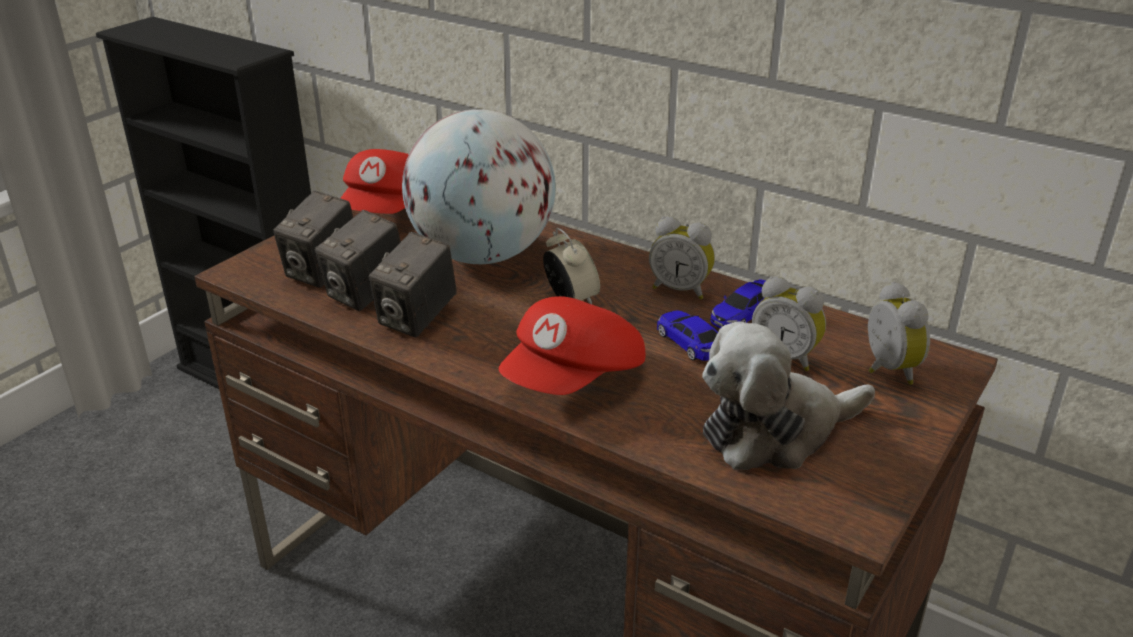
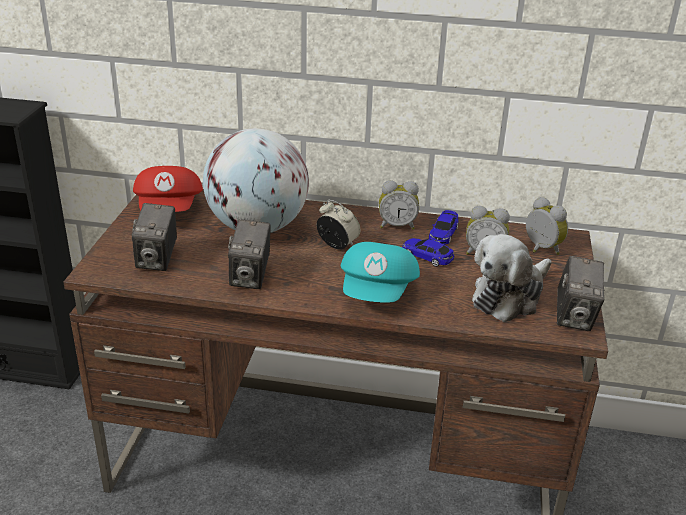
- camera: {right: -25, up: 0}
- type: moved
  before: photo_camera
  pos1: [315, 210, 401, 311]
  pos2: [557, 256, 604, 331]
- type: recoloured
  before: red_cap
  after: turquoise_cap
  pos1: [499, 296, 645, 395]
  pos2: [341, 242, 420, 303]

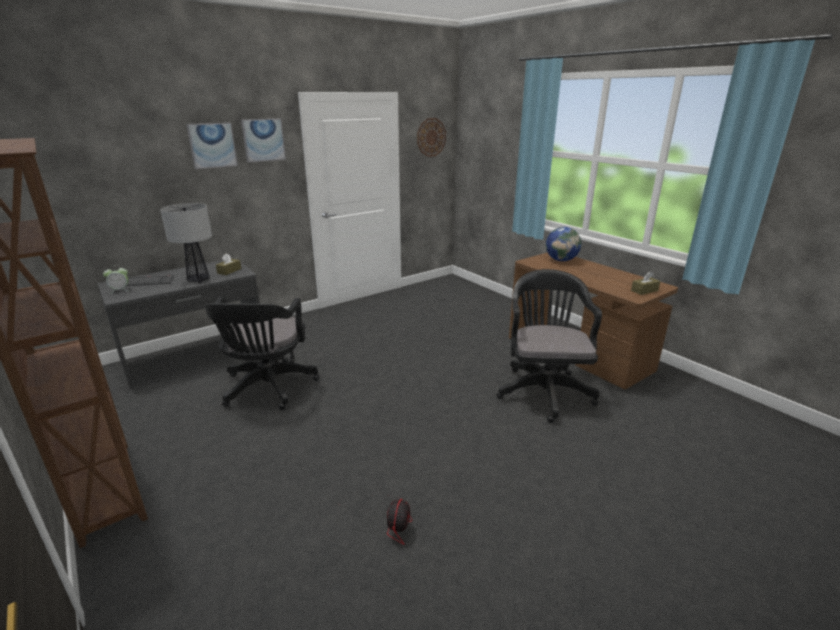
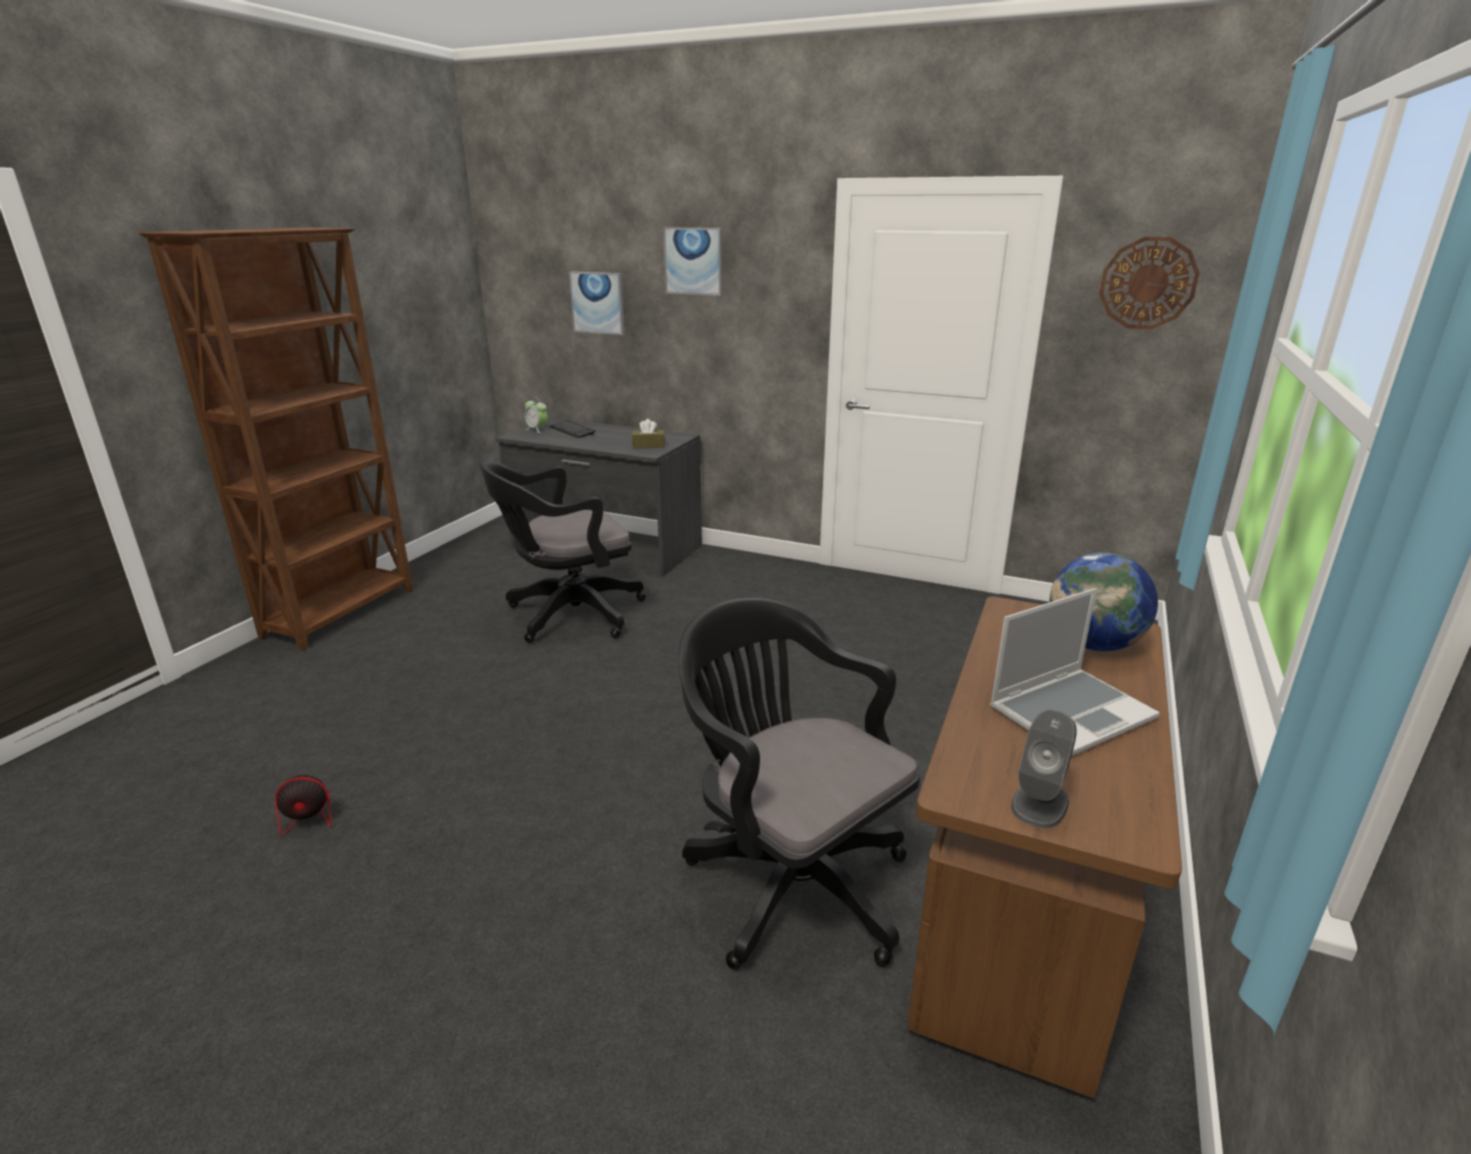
- camera: {right: 60, up: 0}
- type: removed
  before: table_lamp
  pos1: [160, 203, 212, 283]
- type: added
  after: laptop
  pos2: [990, 588, 1160, 756]
- type: moved
  before: picture
  pos1: [241, 119, 286, 162]
  pos2: [569, 271, 625, 335]
- type: replaced
  before: brown_tissue_box
  after: grey_speaker
  pos1: [631, 271, 660, 295]
  pos2: [1011, 710, 1077, 829]
- type: turned
  before: black_office_chair
  pos1: [497, 269, 602, 423]
  pos2: [679, 598, 920, 970]
  turn: -105

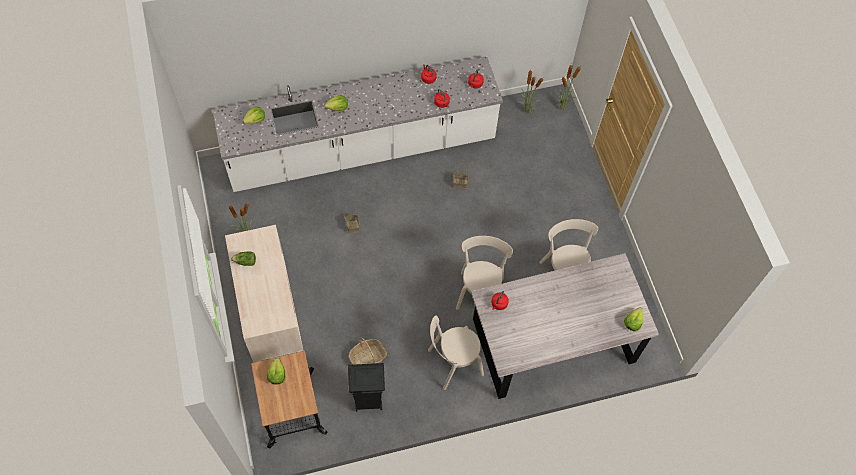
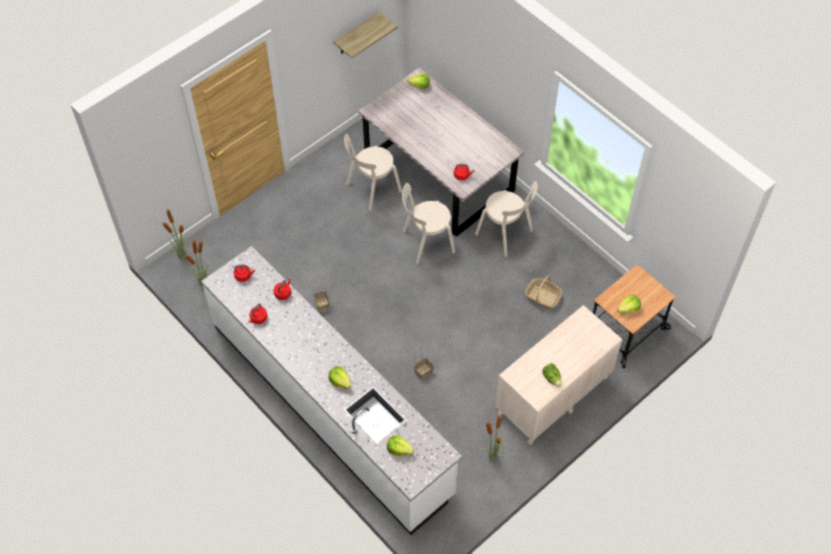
- camera: {right: -115, up: -5}
- type: removed
  before: black_trash_can
  pos1: [348, 363, 385, 412]
- type: added
  after: shelf
  pos2: [333, 12, 398, 58]

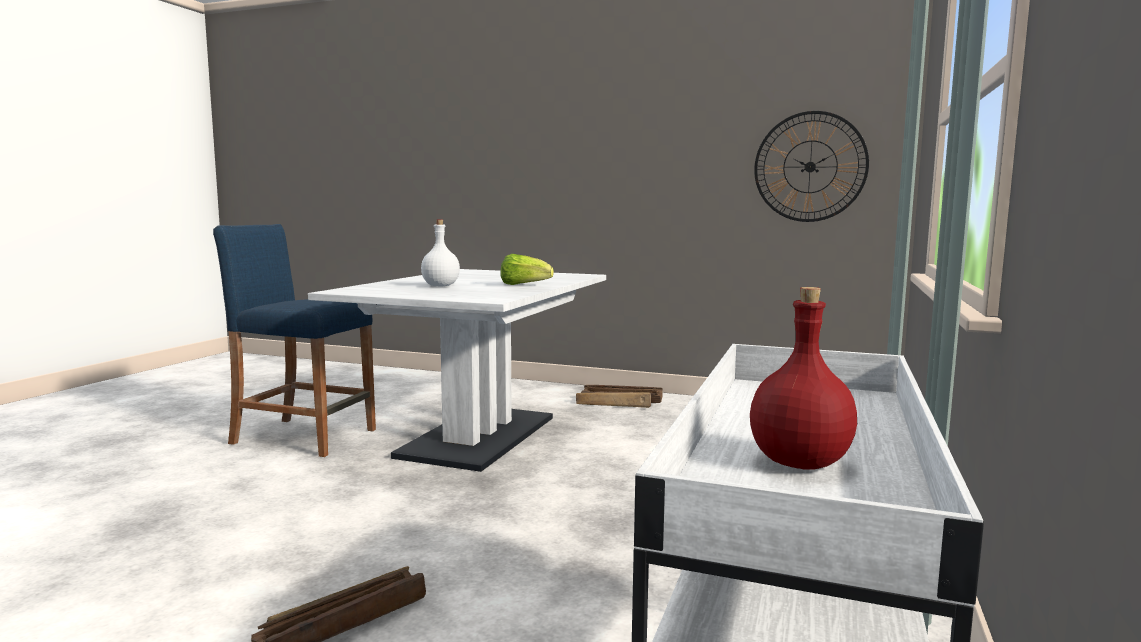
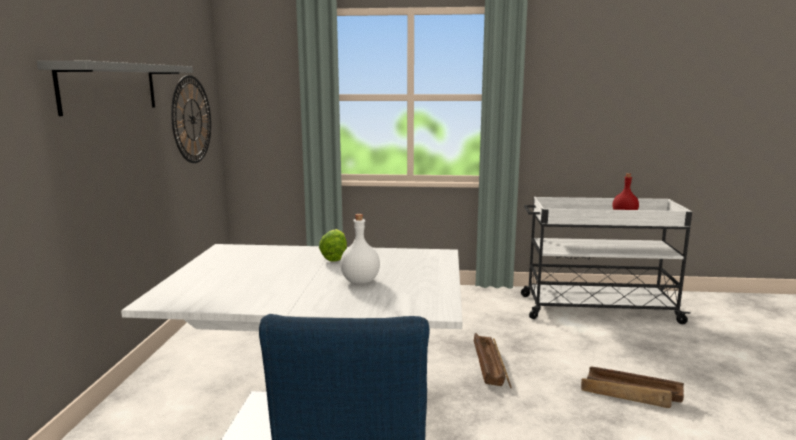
- camera: {right: -105, up: 5}
- type: added
  after: grey_shelf
  pos2: [37, 61, 193, 116]
- type: moved
  before: crate
  pos1: [576, 385, 663, 408]
  pos2: [474, 333, 512, 388]

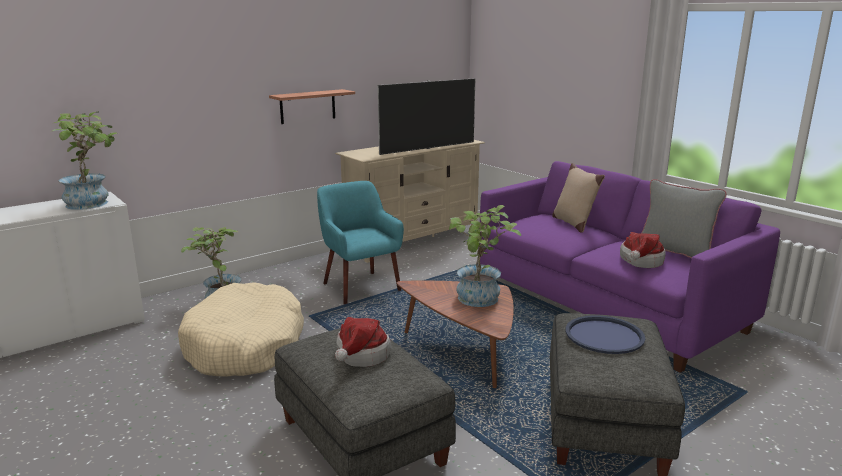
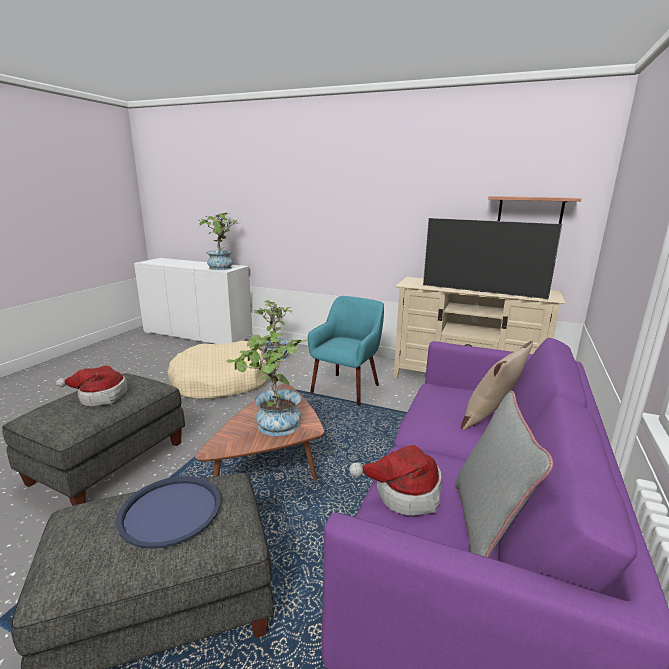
- camera: {right: 60, up: 0}
- type: moved
  before: shelf
  pos1: [269, 89, 355, 124]
  pos2: [488, 196, 581, 224]

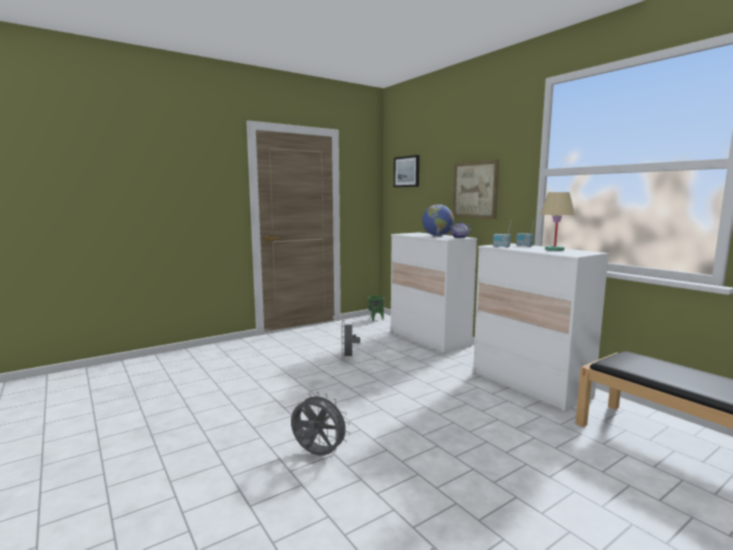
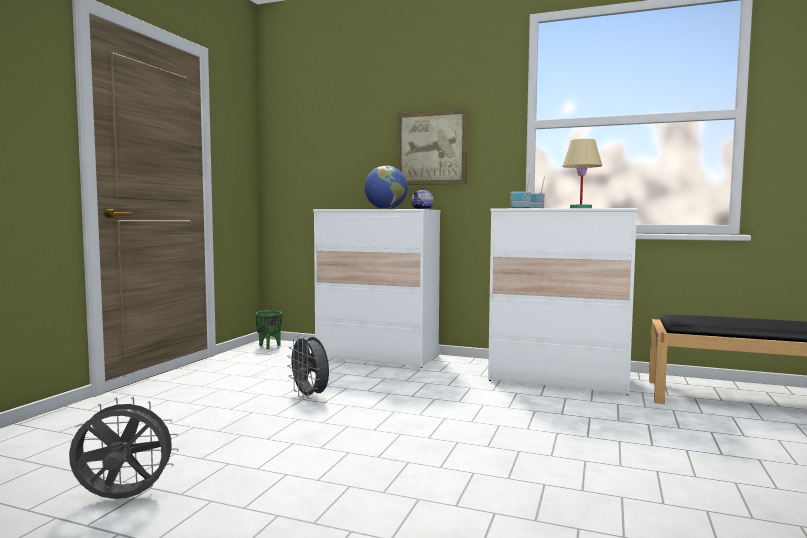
- camera: {right: -35, up: -5}
- type: removed
  before: picture
  pos1: [394, 155, 419, 187]
- type: moved
  before: grey_fan
  pos1: [291, 392, 350, 455]
  pos2: [69, 397, 179, 499]

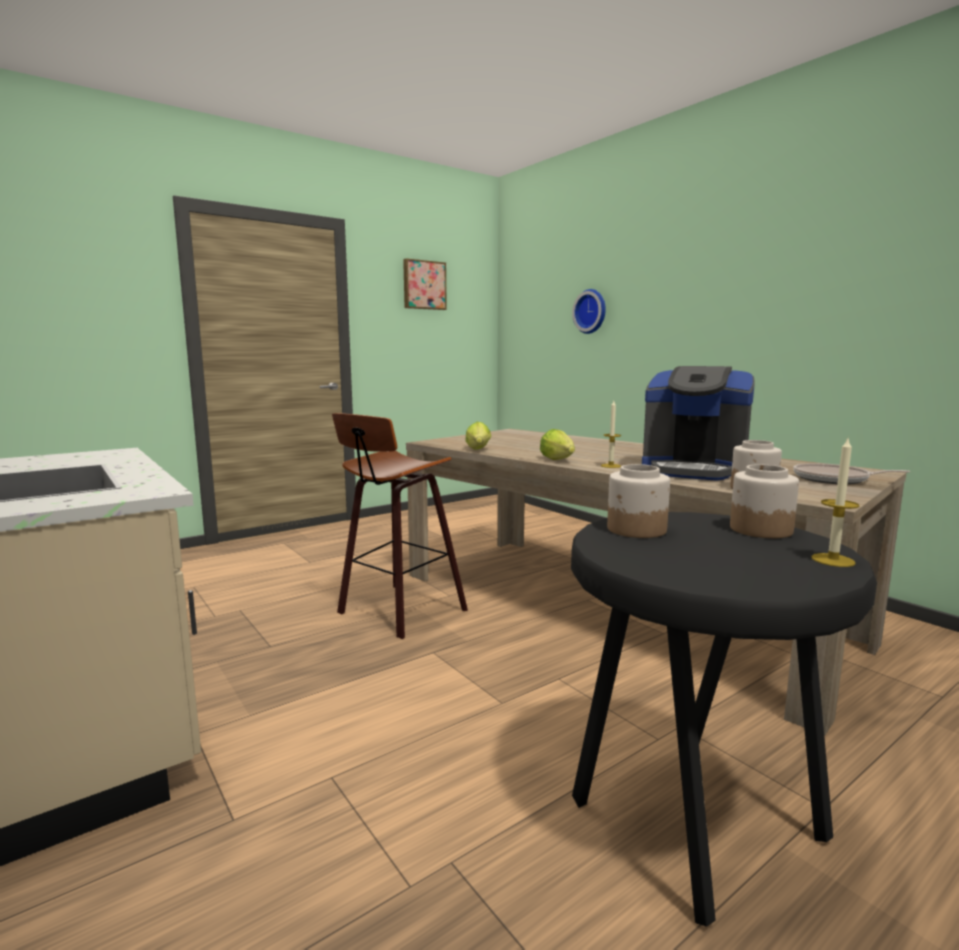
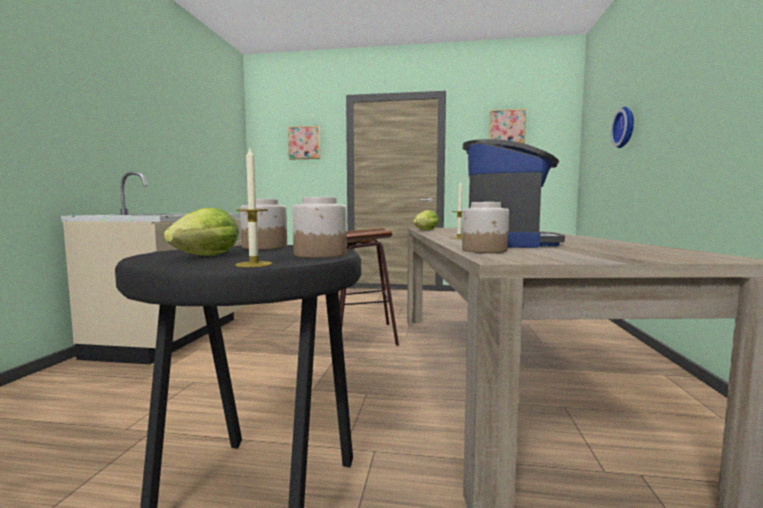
- camera: {right: 45, up: -5}
- type: removed
  before: frying_pan
  pos1: [793, 463, 910, 484]
- type: added
  after: picture
  pos2: [288, 126, 320, 159]
- type: moved
  before: lettuce
  pos1: [540, 429, 575, 460]
  pos2: [164, 208, 239, 256]
- type: turned
  before: coffee_machine
  pos1: [642, 366, 755, 481]
  pos2: [462, 139, 565, 248]
  turn: -150

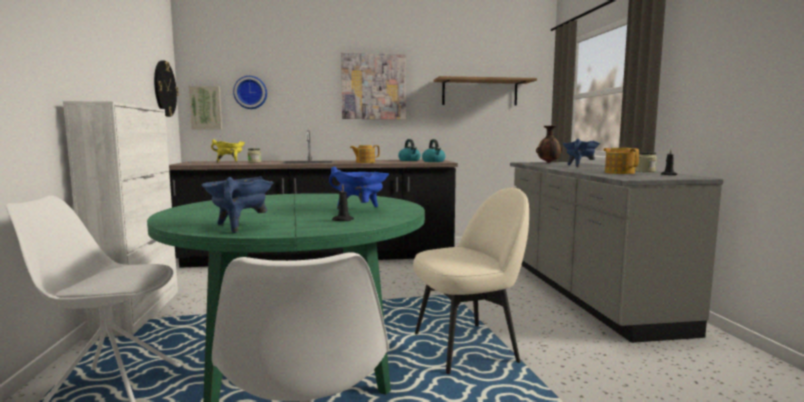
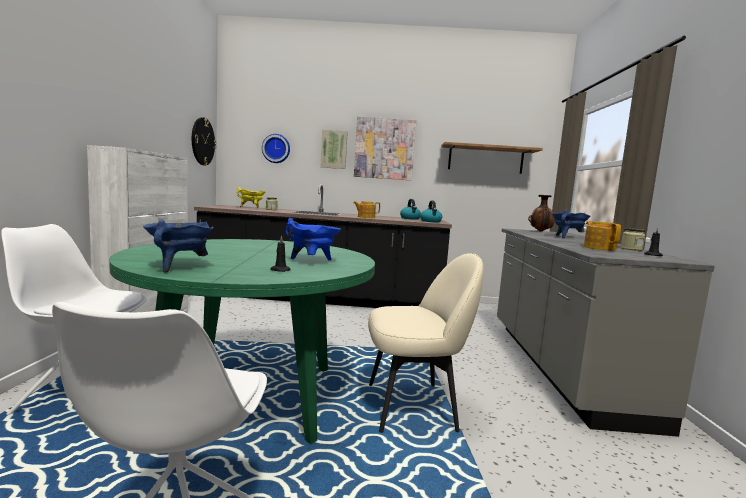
- camera: {right: 10, up: 0}
- type: moved
  before: picture
  pos1: [189, 86, 222, 129]
  pos2: [321, 129, 348, 169]

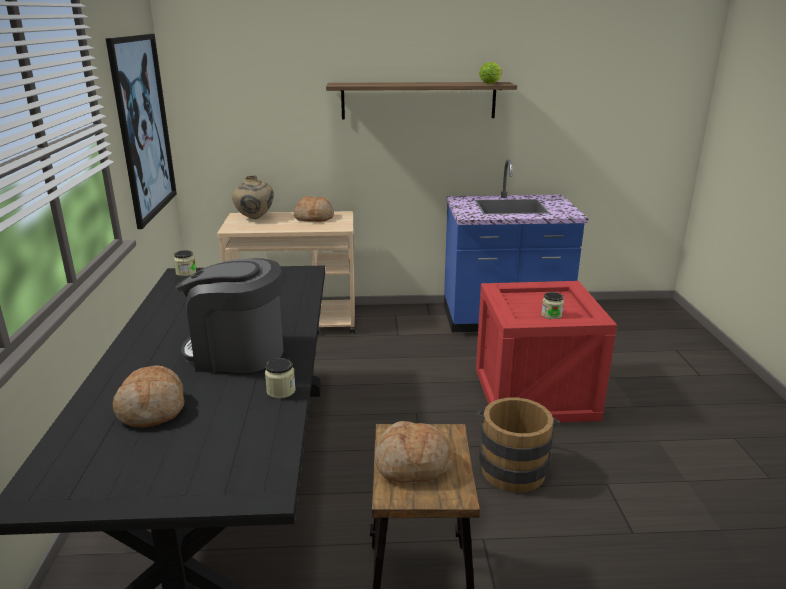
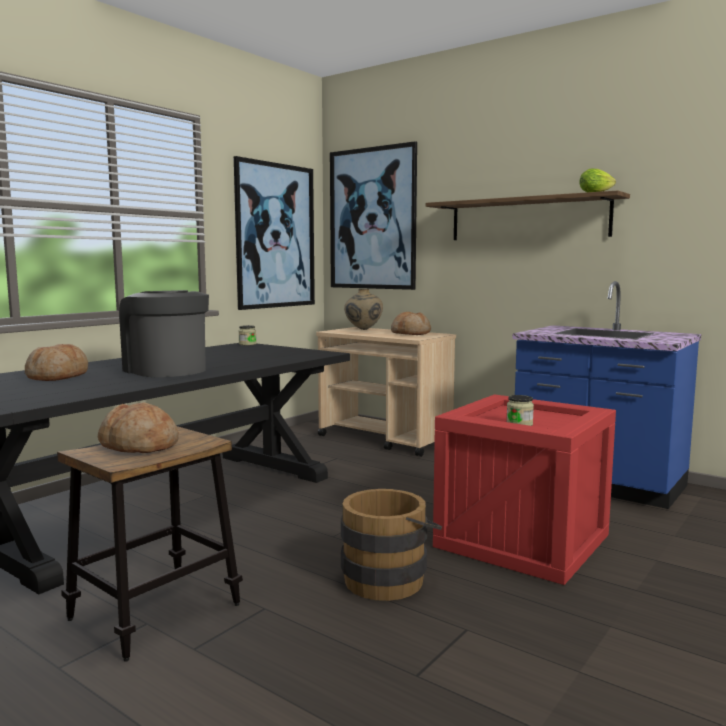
- camera: {right: 40, up: -15}
- type: removed
  before: jar
  pos1: [265, 358, 296, 398]
- type: added
  after: picture
  pos2: [330, 141, 417, 290]

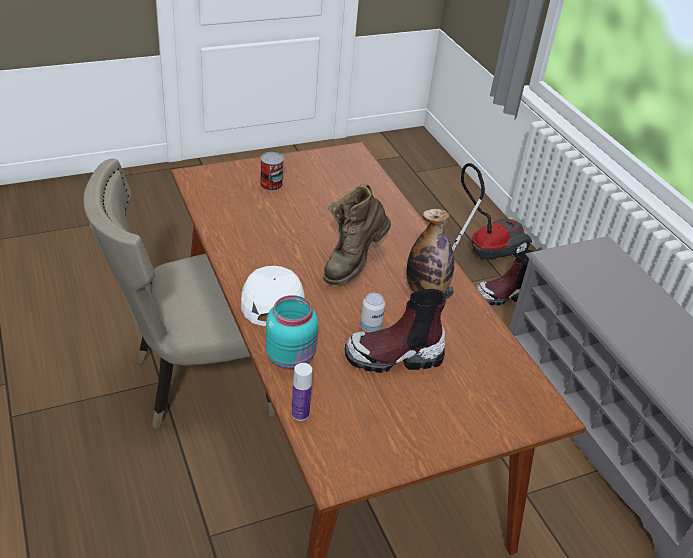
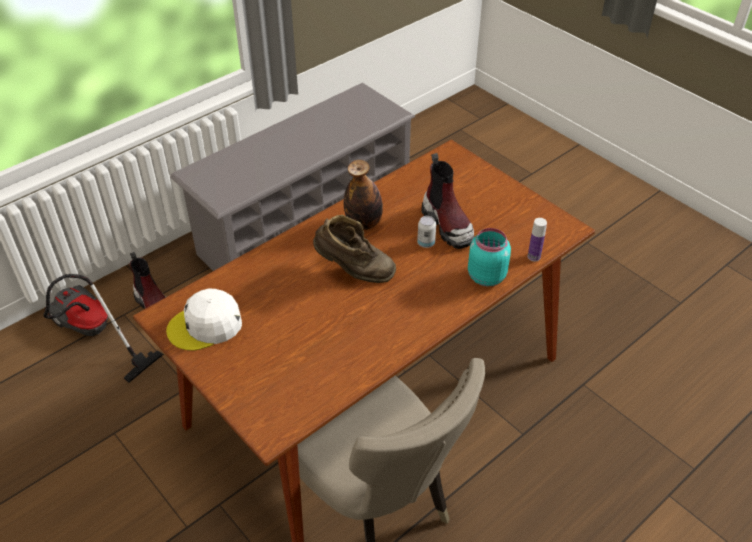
- camera: {right: -105, up: 5}
- type: removed
  before: can
  pos1: [260, 152, 284, 191]
- type: moved
  before: white_cap
  pos1: [241, 266, 305, 326]
  pos2: [166, 288, 242, 351]

